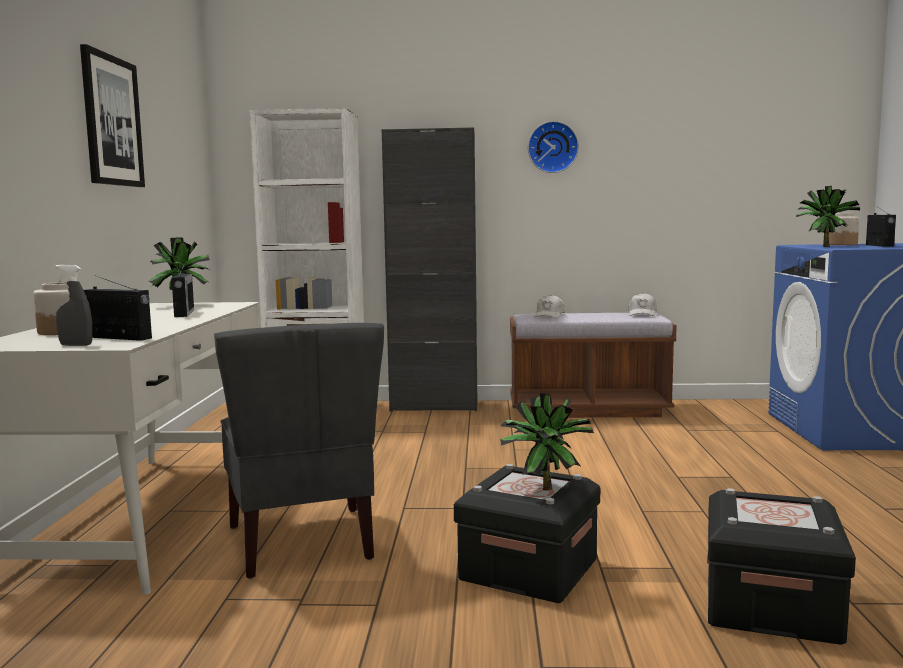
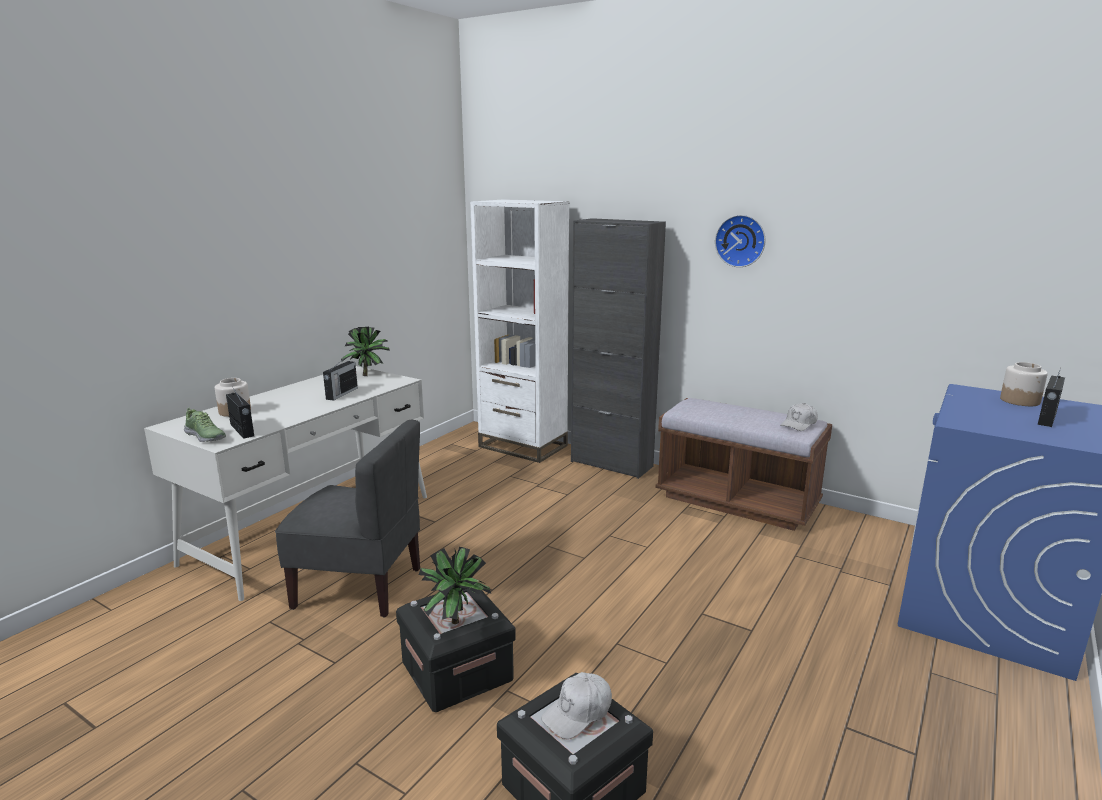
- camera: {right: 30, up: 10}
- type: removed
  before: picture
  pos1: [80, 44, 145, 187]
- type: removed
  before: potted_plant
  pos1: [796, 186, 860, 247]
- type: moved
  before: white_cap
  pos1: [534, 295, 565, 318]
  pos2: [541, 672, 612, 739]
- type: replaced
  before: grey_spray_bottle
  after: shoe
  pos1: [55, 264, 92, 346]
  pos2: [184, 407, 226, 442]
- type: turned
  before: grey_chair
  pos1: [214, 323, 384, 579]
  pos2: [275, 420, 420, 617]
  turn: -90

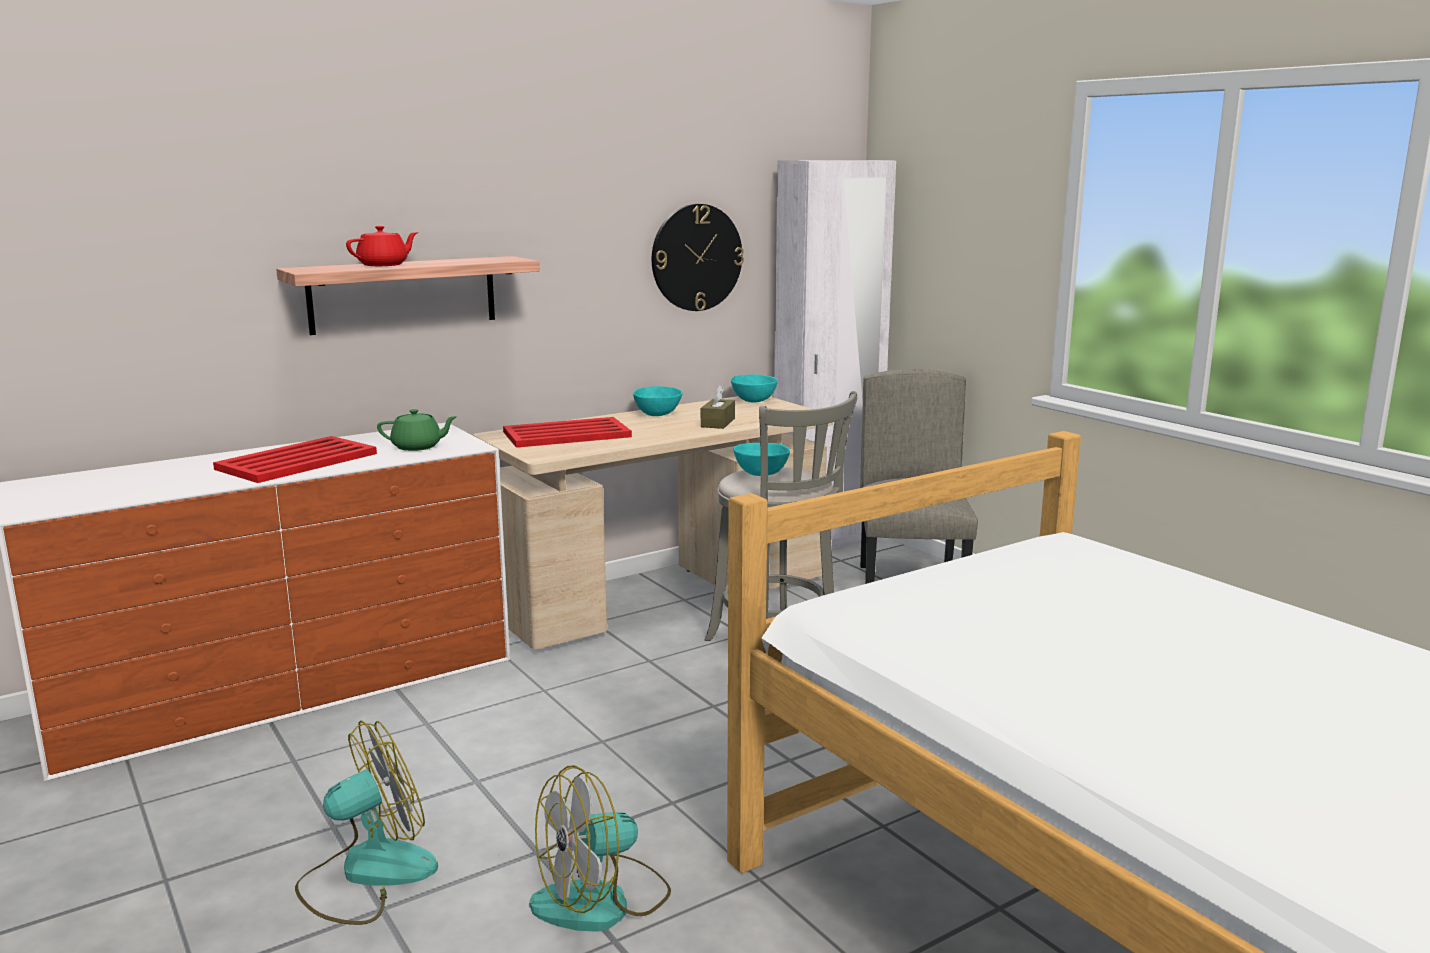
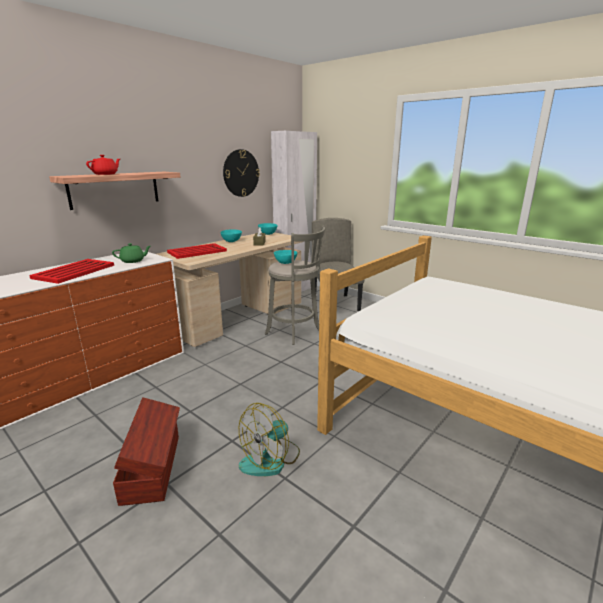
- camera: {right: -15, up: 5}
- type: replaced
  before: fan
  after: brown_storage_box
  pos1: [295, 720, 438, 925]
  pos2: [113, 397, 180, 506]

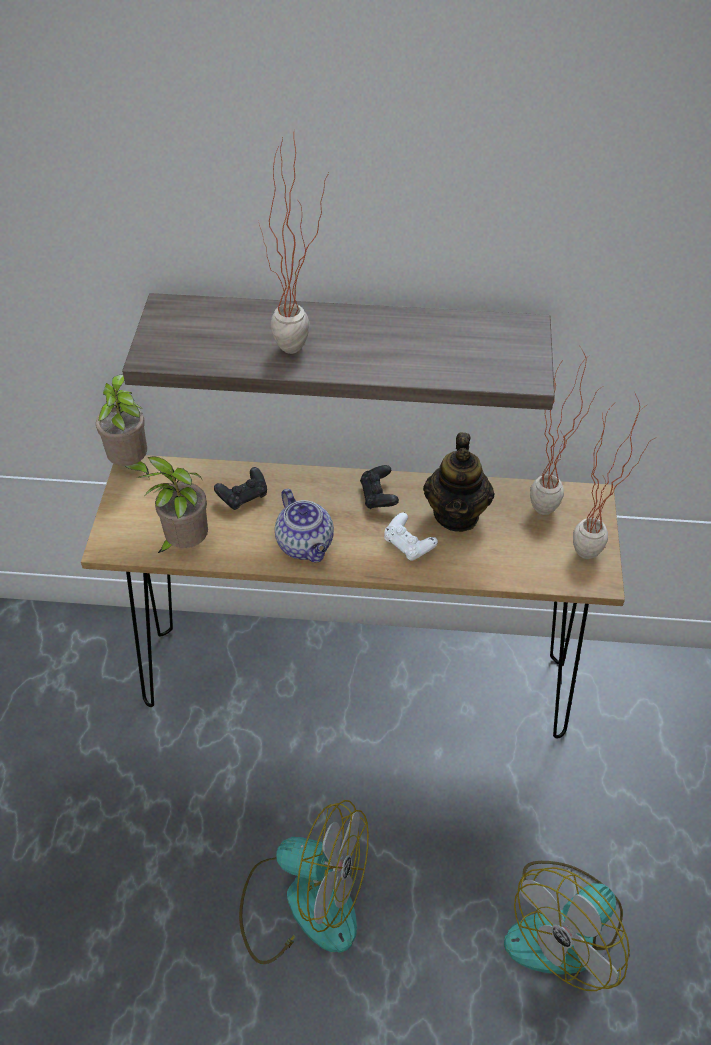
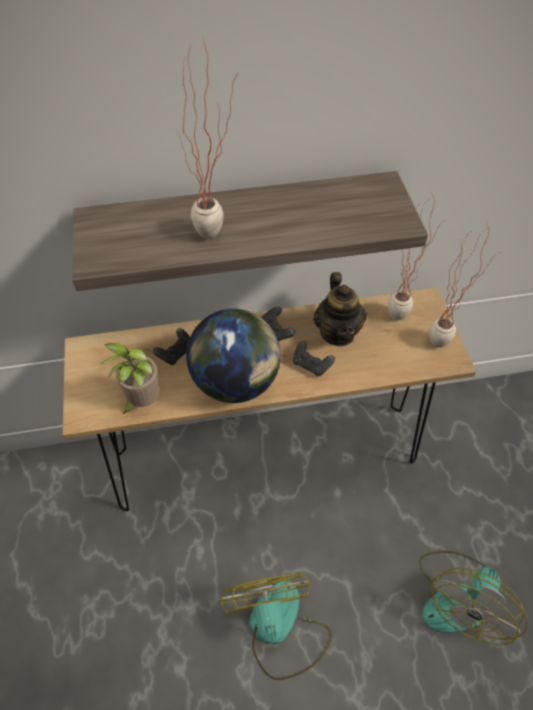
- camera: {right: -15, up: 5}
- type: removed
  before: potted_plant
  pos1: [96, 375, 149, 478]
- type: replaced
  before: teapot
  after: globe
  pos1: [275, 489, 334, 562]
  pos2: [186, 309, 281, 403]
- type: recoloured
  before: white_game_controller
  after: black_game_controller
  pos1: [384, 512, 438, 561]
  pos2: [293, 341, 335, 377]
- type: turned
  before: fan
  pos1: [239, 800, 369, 964]
  pos2: [219, 573, 332, 680]
  turn: -105

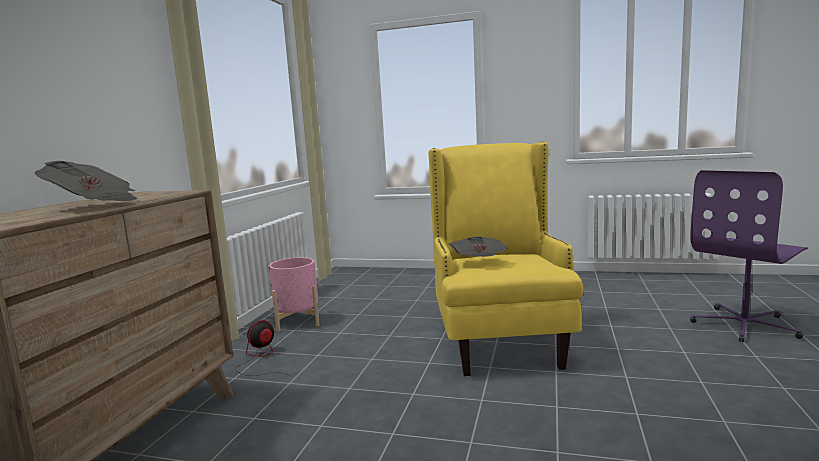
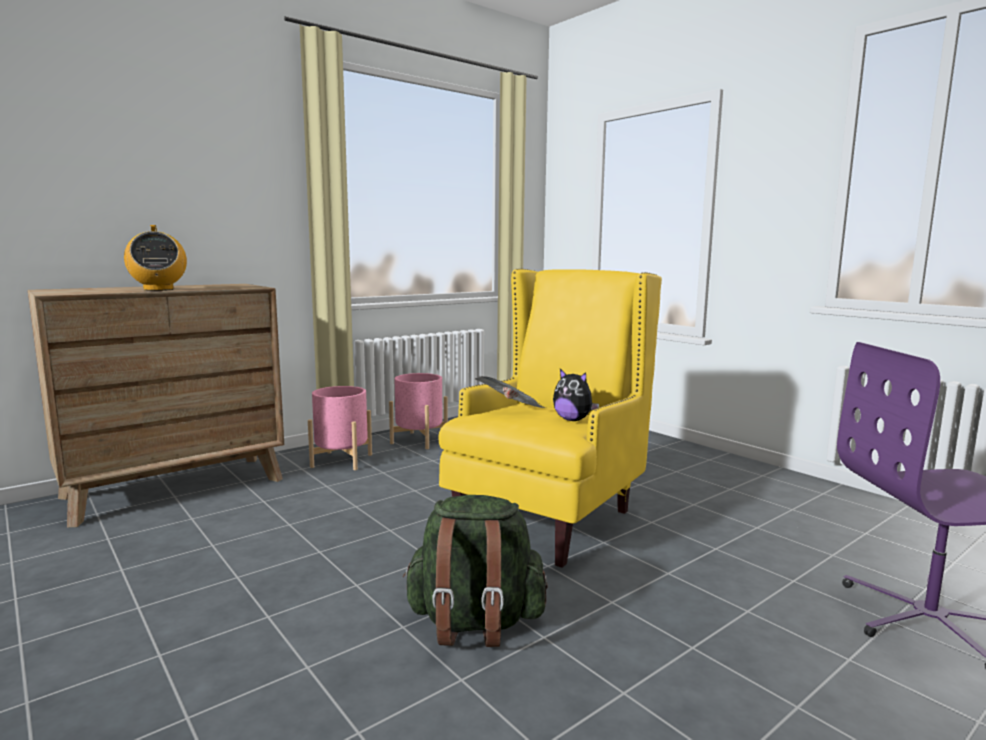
- camera: {right: 35, up: 0}
- type: added
  after: green_backpack
  pos2: [403, 495, 548, 647]
- type: added
  after: plush_toy
  pos2: [553, 369, 599, 421]
- type: replaced
  before: newspaper
  after: radio
  pos1: [35, 161, 138, 201]
  pos2: [124, 225, 187, 291]
- type: replaced
  before: fan
  after: pink_planter
  pos1: [235, 320, 290, 376]
  pos2: [308, 386, 372, 470]

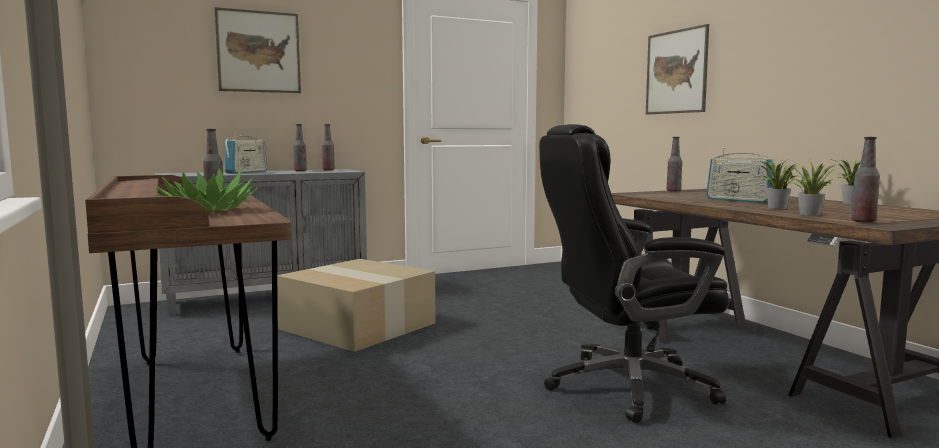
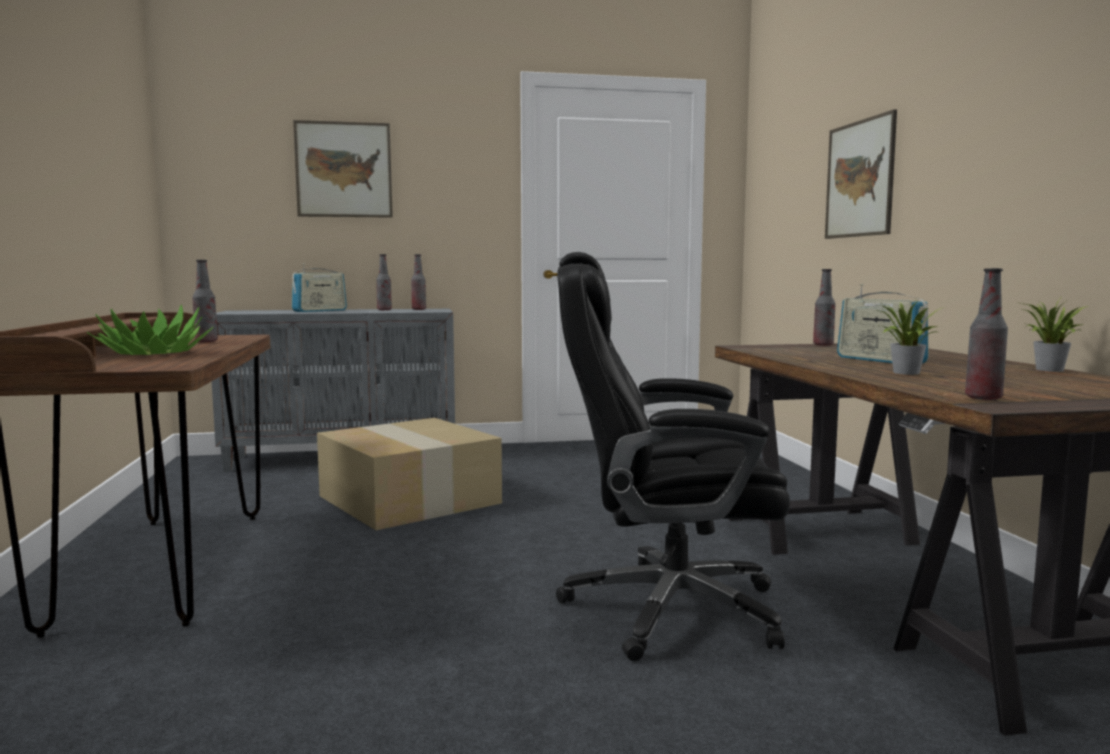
- camera: {right: 15, up: 0}
- type: removed
  before: potted_plant
  pos1: [792, 159, 837, 216]

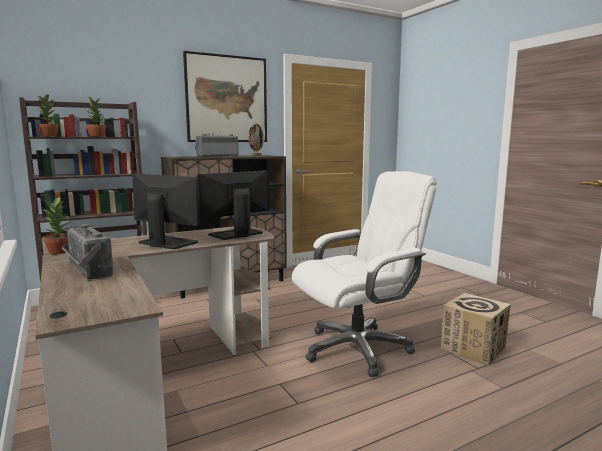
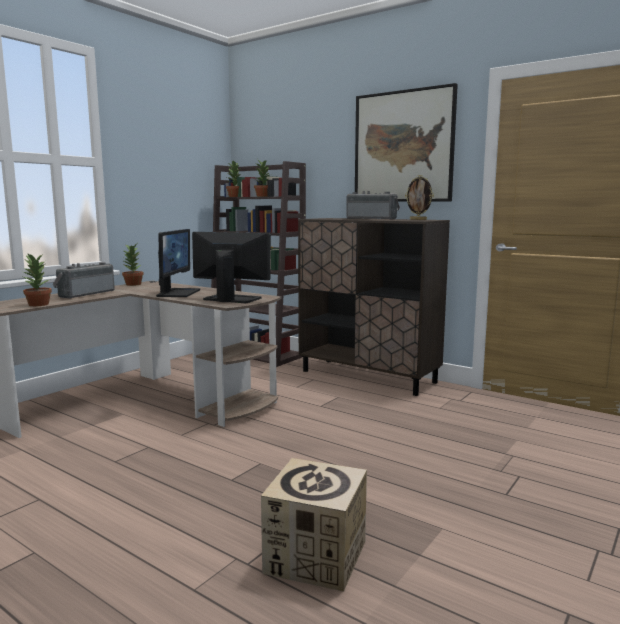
- camera: {right: 65, up: 0}
- type: removed
  before: white_office_chair
  pos1: [292, 171, 437, 377]
- type: added
  after: potted_plant
  pos2: [23, 254, 52, 306]

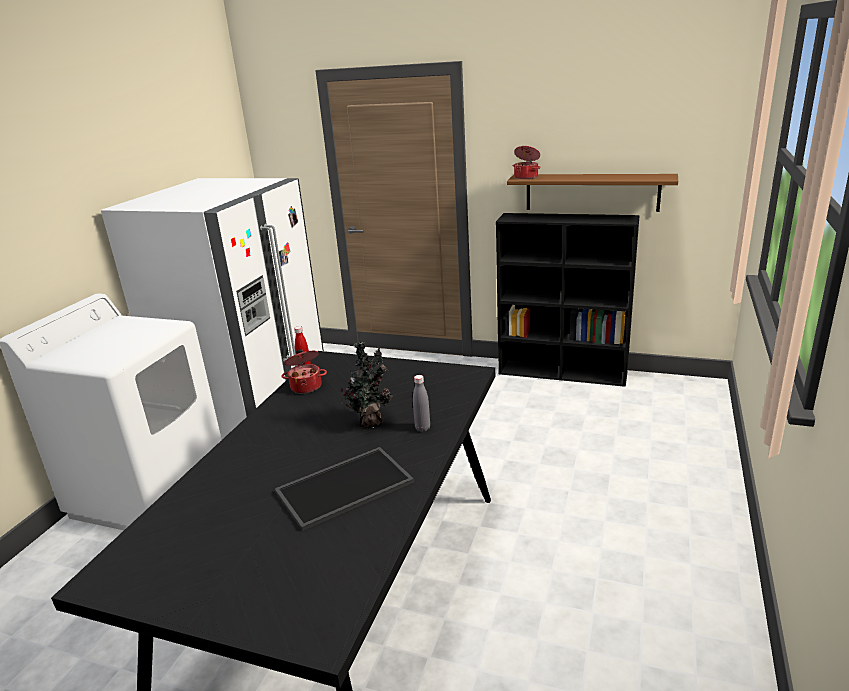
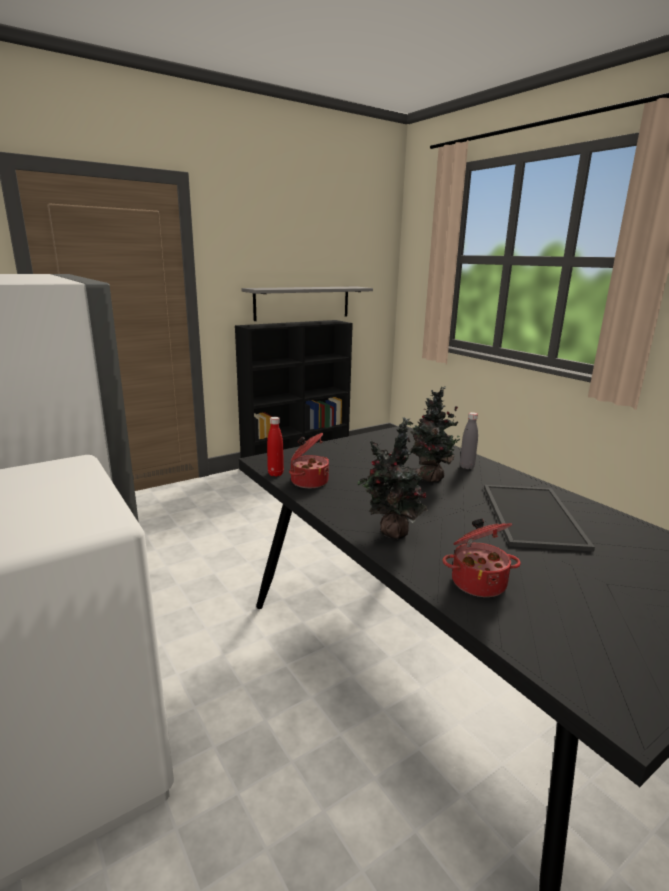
- camera: {right: -55, up: -5}
- type: added
  after: potted_plant
  pos2: [357, 417, 434, 539]
- type: moved
  before: cooking_pot
  pos1: [513, 146, 541, 179]
  pos2: [443, 518, 521, 597]
- type: recoloured
  before: brown_shelf
  after: grey_shelf
  pos1: [507, 174, 678, 212]
  pos2: [241, 287, 373, 321]

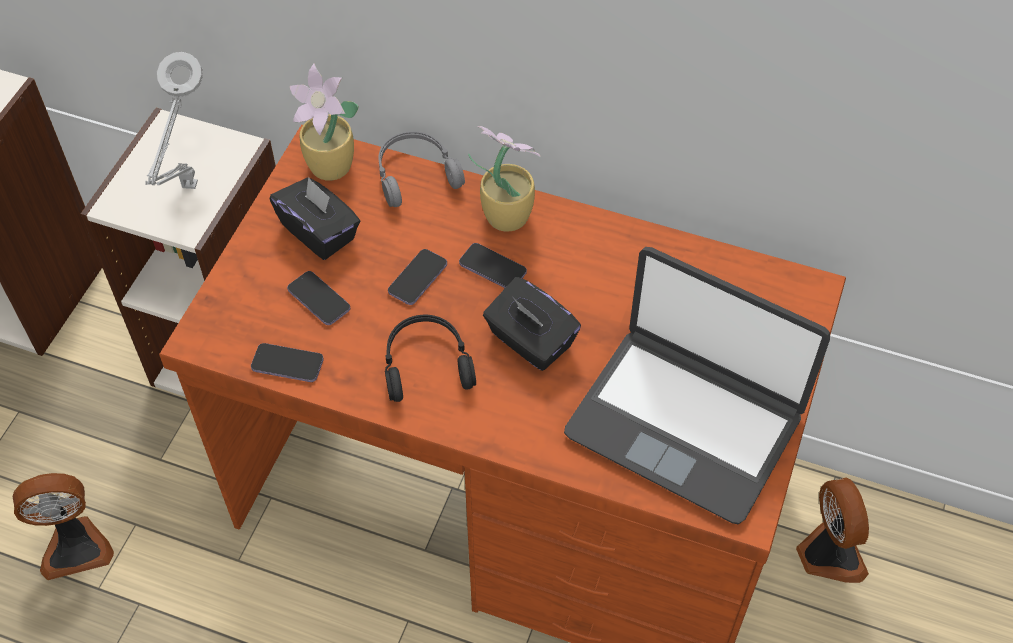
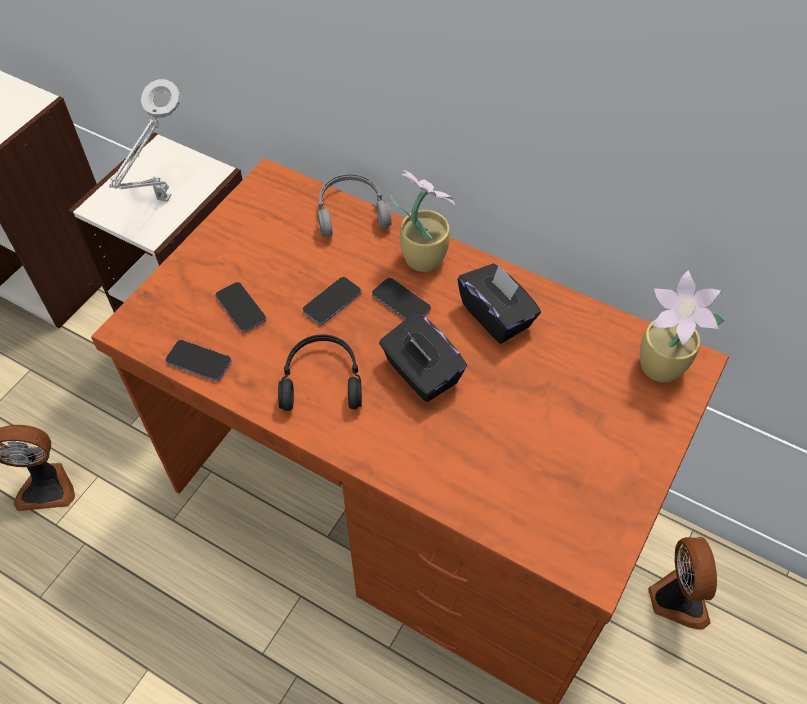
- camera: {right: 10, up: 0}
- type: removed
  before: laptop
  pos1: [564, 247, 830, 525]
- type: moved
  before: black_tissue_box
  pos1: [270, 177, 360, 260]
  pos2: [458, 264, 541, 343]
- type: moved
  before: potted_plant
  pos1: [290, 63, 359, 181]
  pos2: [640, 270, 725, 382]

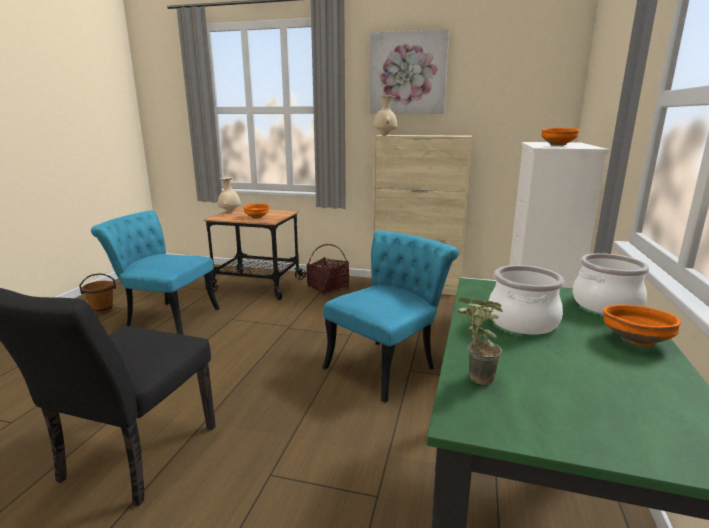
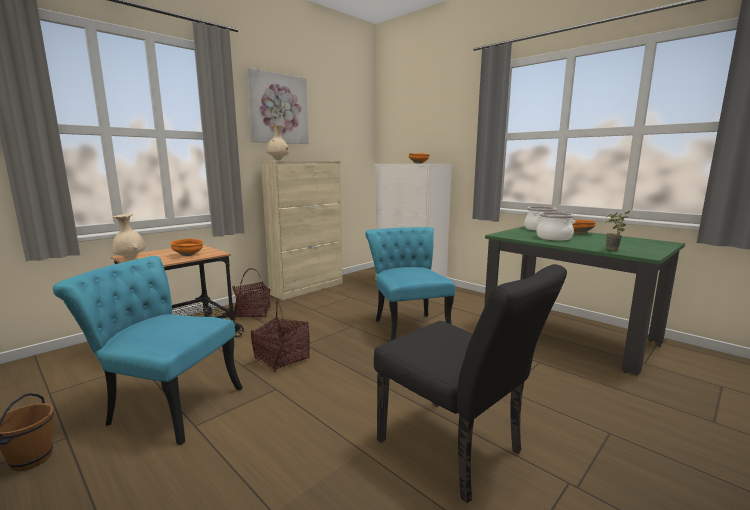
- camera: {right: -60, up: -5}
- type: added
  after: basket
  pos2: [251, 301, 310, 373]
- type: turned
  before: turquoise_chair
  pos1: [91, 210, 220, 335]
  pos2: [53, 256, 243, 445]
  turn: 60

